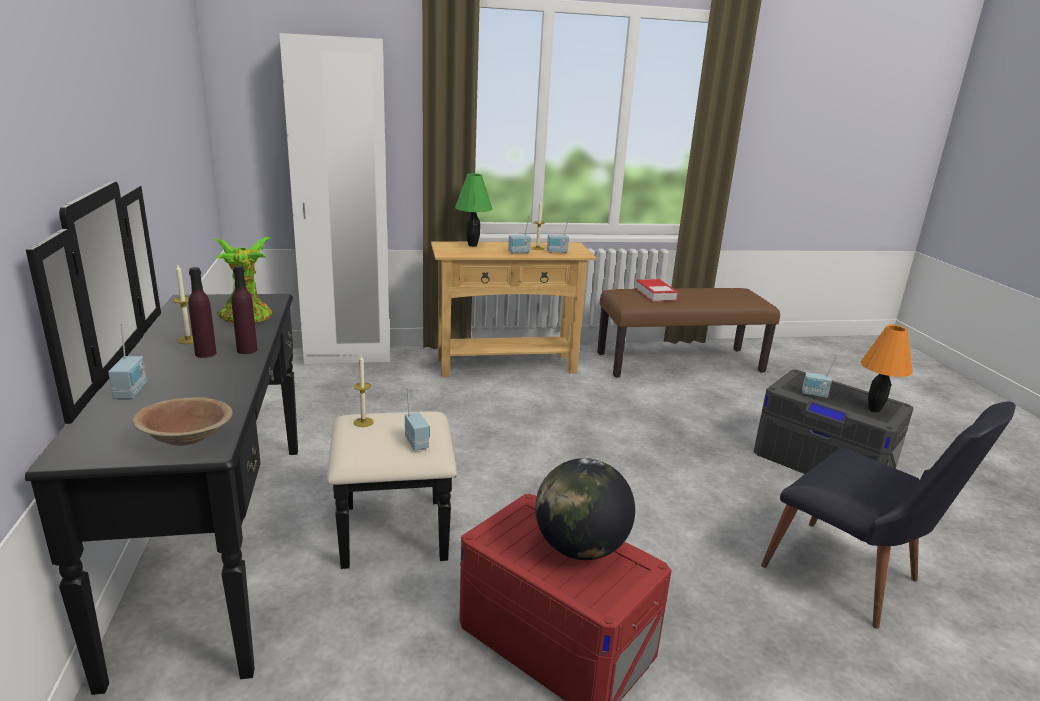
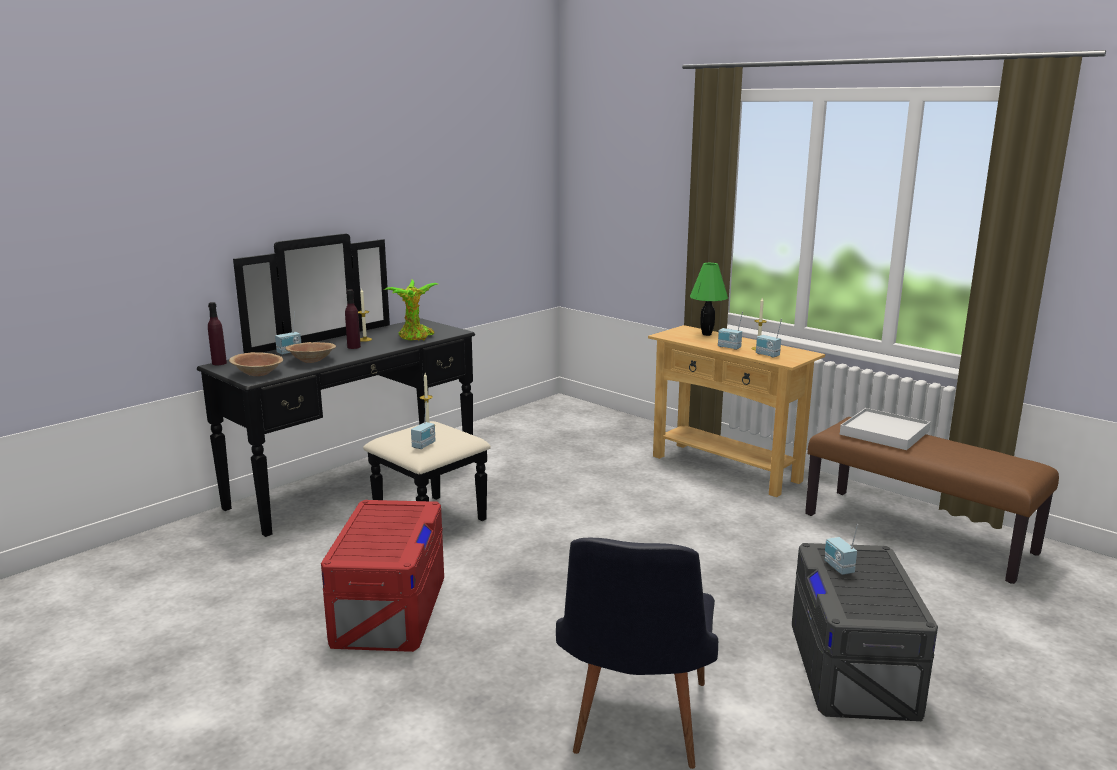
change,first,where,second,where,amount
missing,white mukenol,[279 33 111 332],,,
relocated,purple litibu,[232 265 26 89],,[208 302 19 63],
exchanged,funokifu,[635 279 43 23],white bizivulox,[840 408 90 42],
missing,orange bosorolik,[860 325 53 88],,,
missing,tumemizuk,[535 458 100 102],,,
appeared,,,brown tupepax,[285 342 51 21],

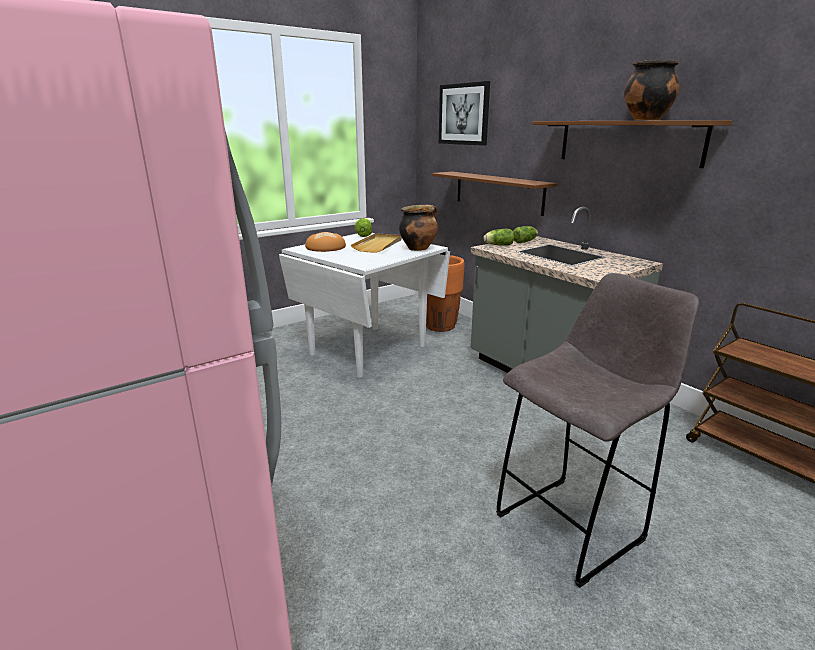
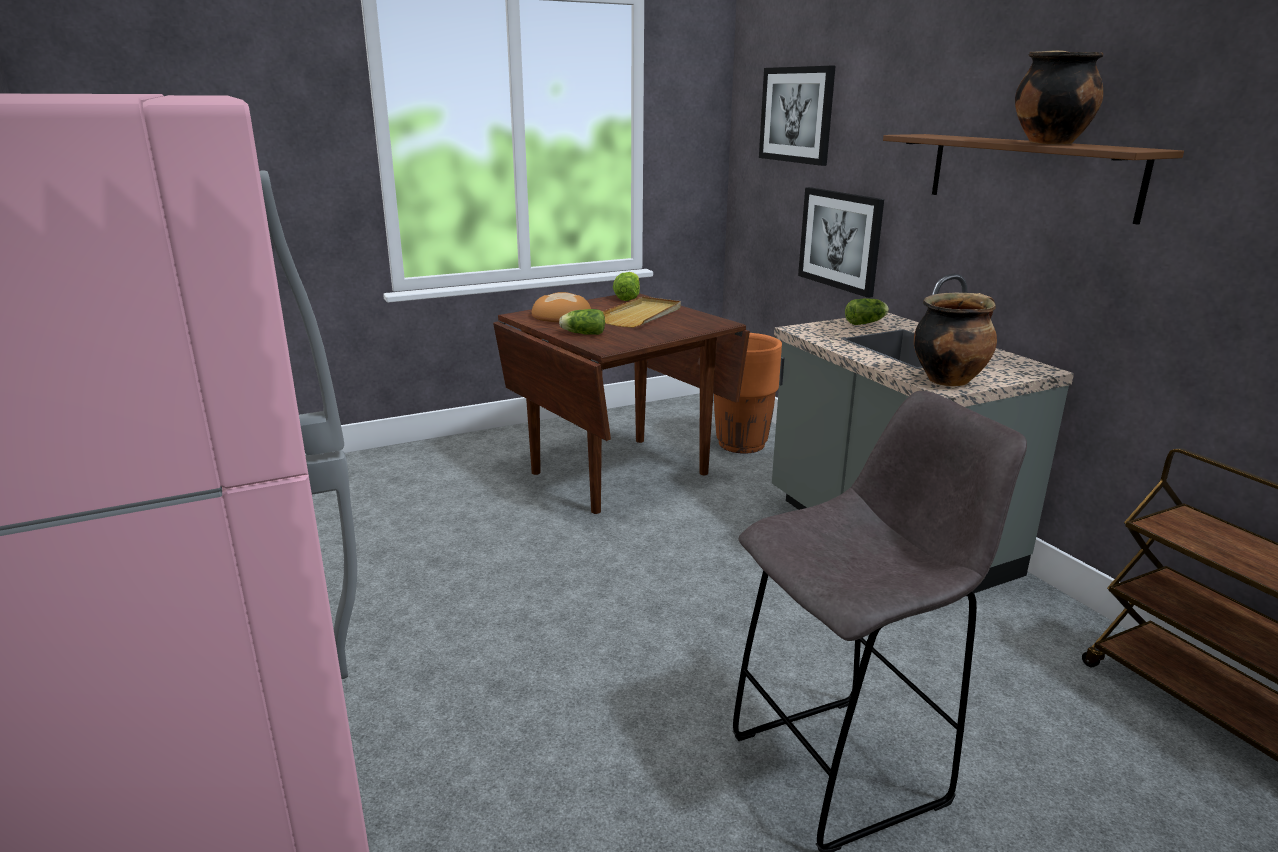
change,first,where,second,where,amount
exchanged,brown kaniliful,[432 172 125 44],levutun,[798 187 86 111],
relocated,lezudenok,[399 205 39 46],,[914 293 83 93],
relocated,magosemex,[484 229 30 17],,[559 309 46 26],
colour,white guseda,[279 233 171 145],brown guseda,[493 293 257 221],

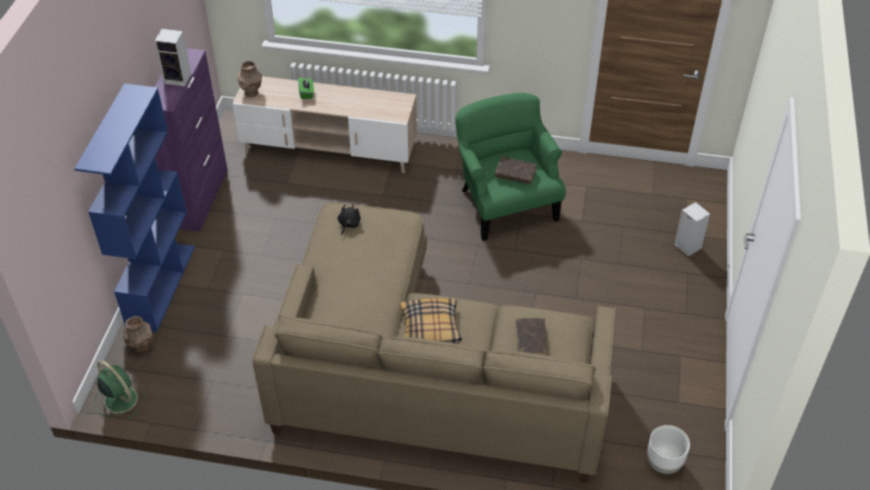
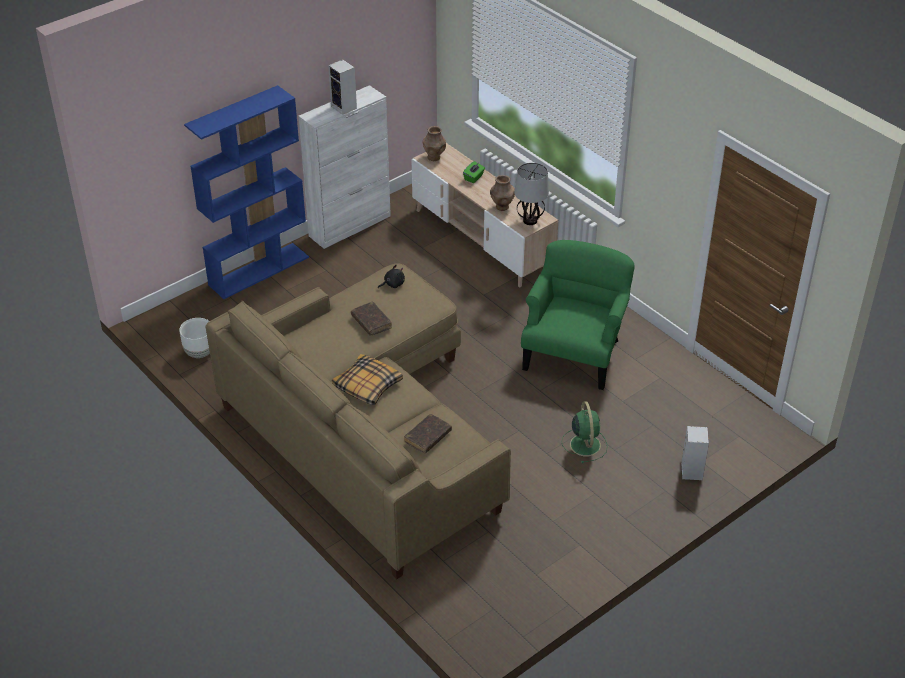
change,first,where,second,where,amount
colour,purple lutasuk,[155 48 73 184],white lutasuk,[298 85 93 164],
relocated,brown funokifu,[495 157 42 27],,[351 301 41 35],
relocated,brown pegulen,[123 316 30 37],,[490 175 25 36],
relocated,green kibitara,[94 360 51 60],,[562 401 46 62],
relocated,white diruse,[647 425 43 49],,[179 318 31 40],
appeared,,,bosorolik,[514 163 35 62],

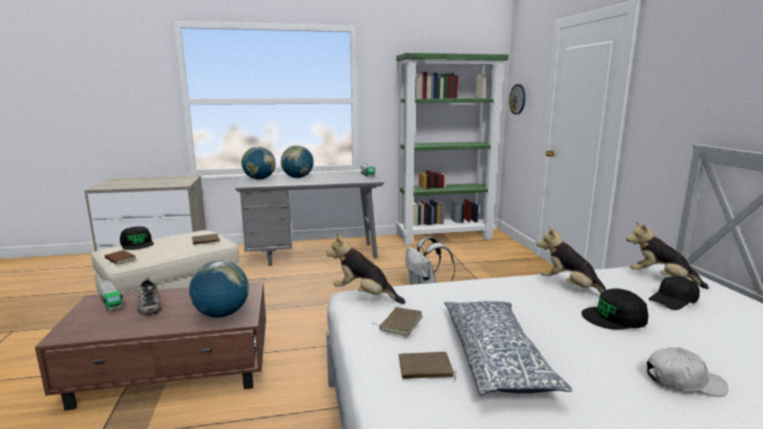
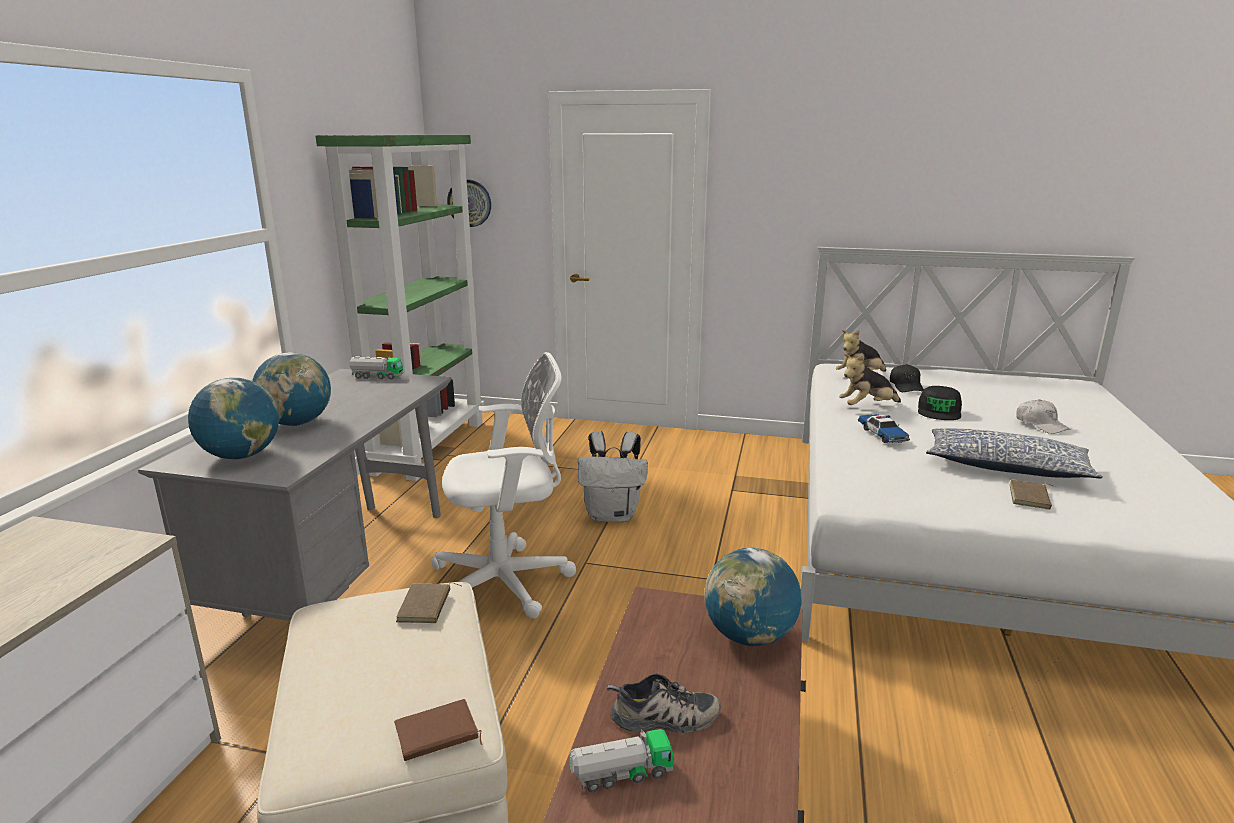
change,first,where,second,where,amount
missing,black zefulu,[120 226 34 24],,,
missing,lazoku,[326 233 79 71],,,
missing,brown funokifu,[372 307 51 29],,,
spun,white zefulu,[647 347 81 50],,[1016 399 54 35],120 degrees clockwise
appeared,,,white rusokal,[431 352 145 266],
appeared,,,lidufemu,[858 414 52 29],

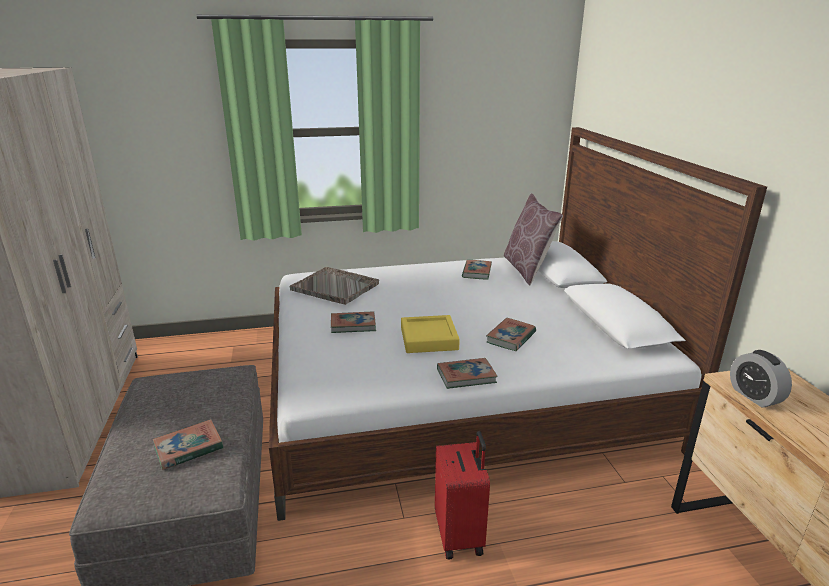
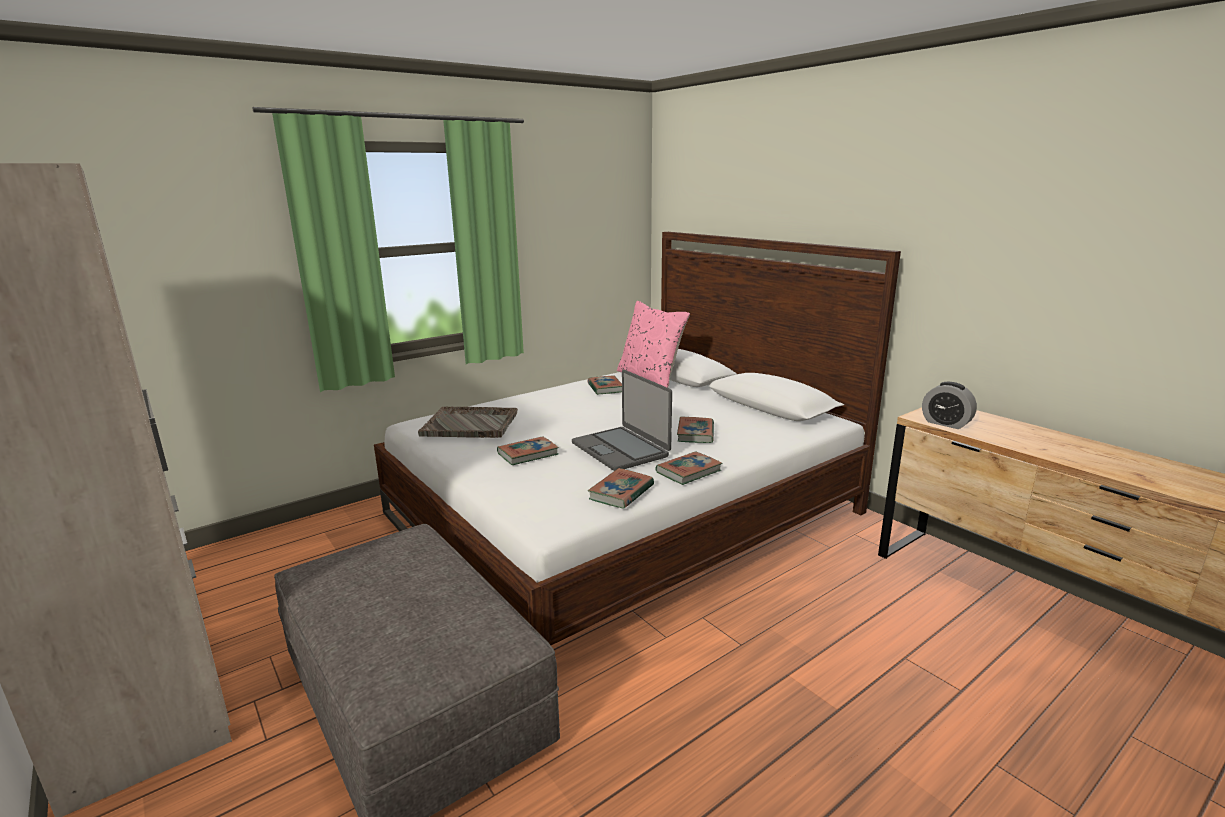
change,first,where,second,where,amount
colour,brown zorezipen,[504 193 59 92],pink zorezipen,[617 301 73 87],
exchanged,yellow bizivulox,[401 315 59 38],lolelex,[572 370 100 101],
relocated,funokifu,[153 419 70 51],,[588 468 66 41],
missing,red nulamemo,[435 431 55 129],,,

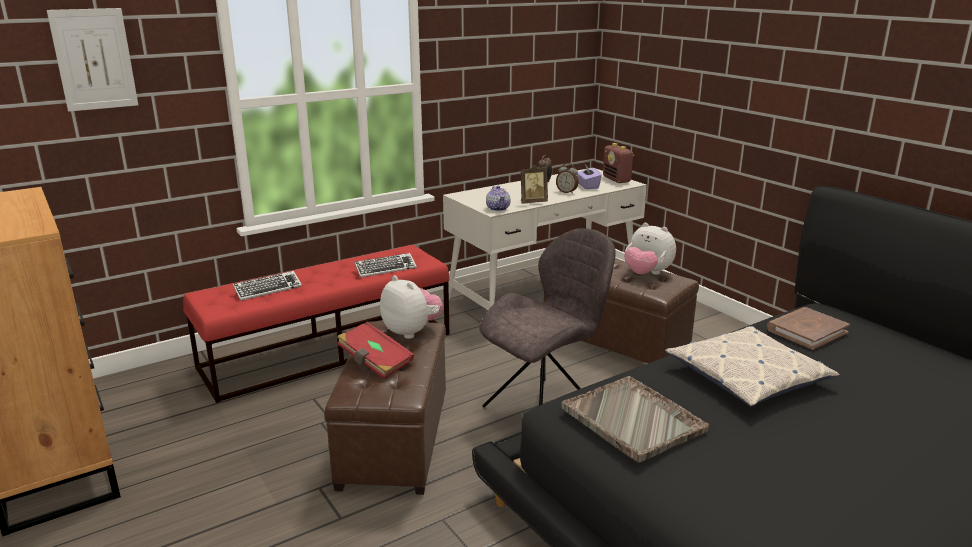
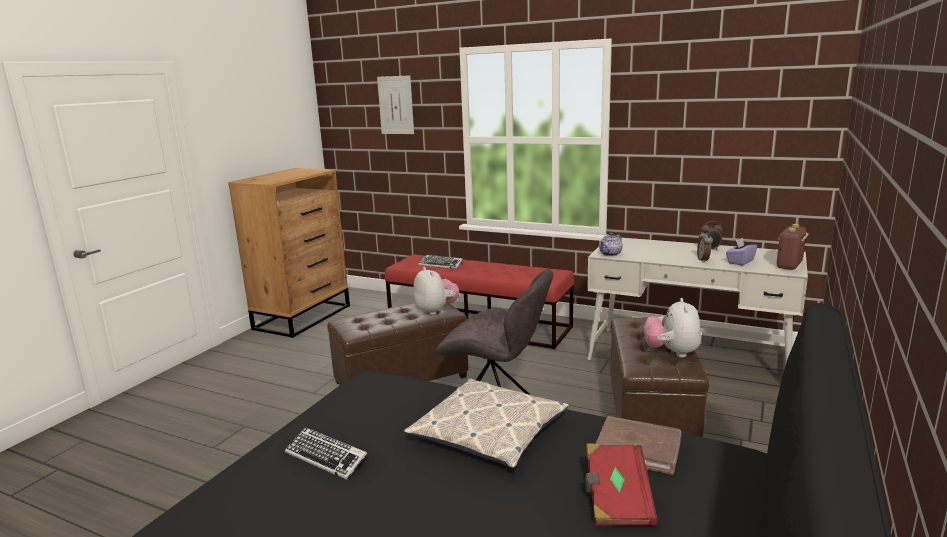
change,first,where,second,where,amount
missing,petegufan,[521 165 27 39],,,
relocated,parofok,[354 253 63 25],,[285 427 82 53],
spun,lazoku,[380 275 63 64],,[413 267 47 48],45 degrees counterclockwise
relocated,red funokifu,[337 321 77 58],,[585 443 73 83],
missing,grey bizivulox,[561 376 148 87],,,

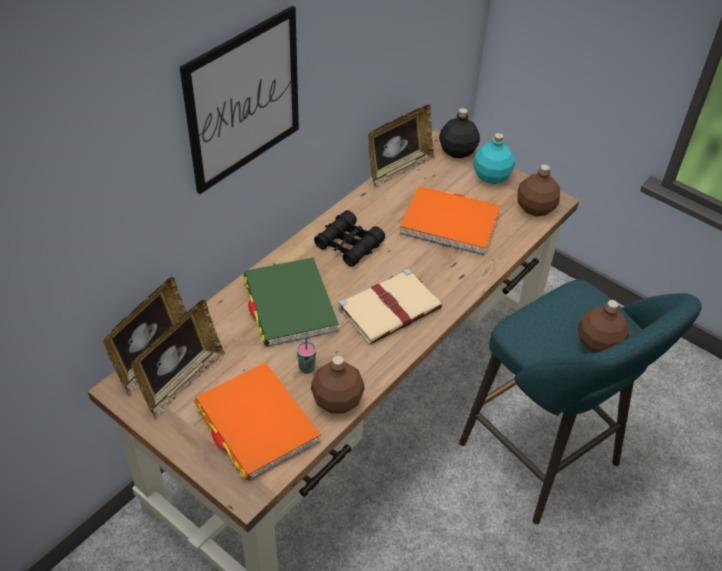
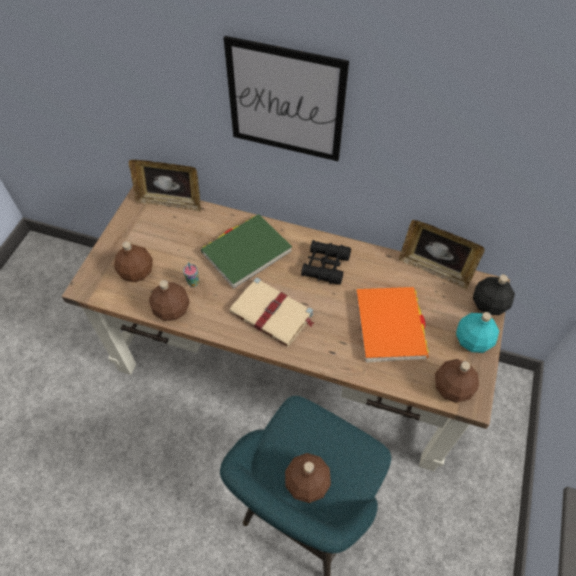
change,first,where,second,where,amount
missing,petegufan,[131 300 94 118],,,
exchanged,orange funokifu,[194 362 126 119],brown litibu,[114 241 39 41],

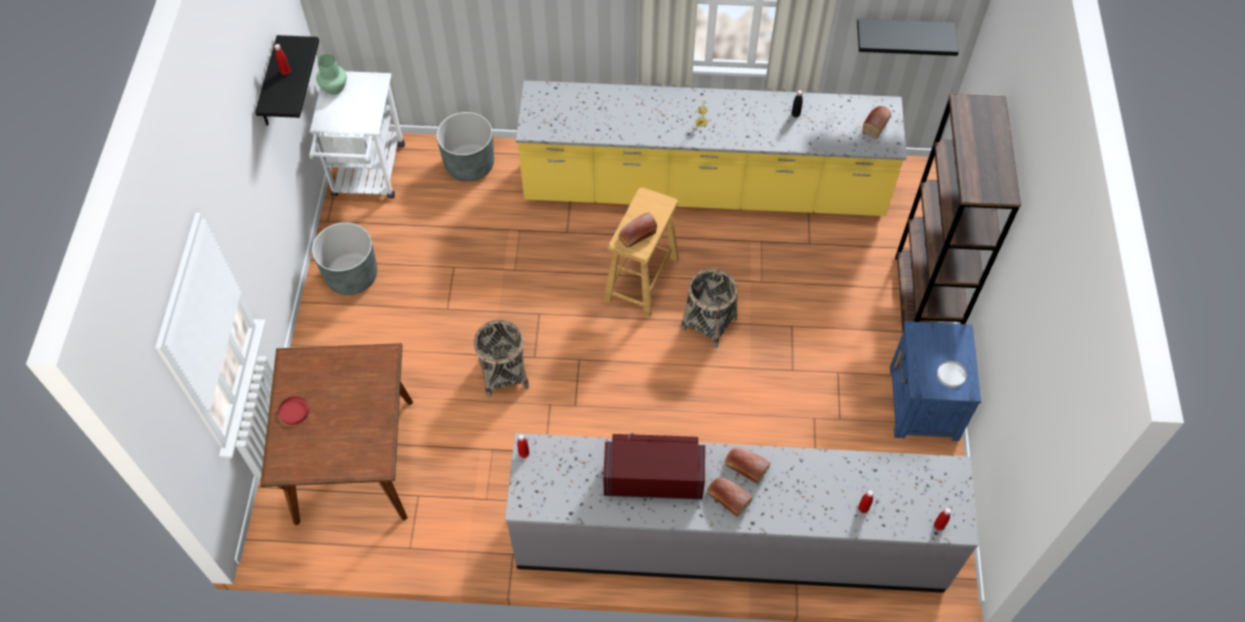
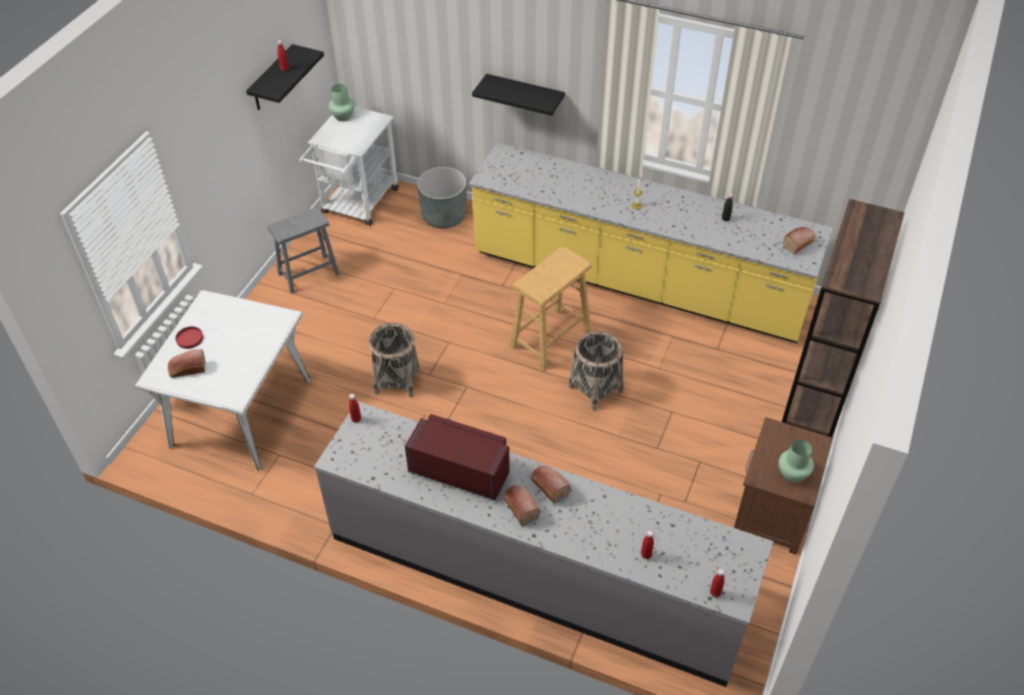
change,first,where,second,where,amount
relocated,black kaniliful,[857 18 102 38],,[472 74 93 42],
relocated,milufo,[619 212 38 36],,[168 349 37 29],
exchanged,grey diruse,[312 222 65 73],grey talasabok,[267 207 73 87],
colour,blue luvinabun,[890 321 91 120],brown luvinabun,[734 417 99 138],
colour,brown guseda,[260 343 153 182],white guseda,[134 290 177 181],
exchanged,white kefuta,[937 361 30 27],green pegulen,[779 440 35 43],

